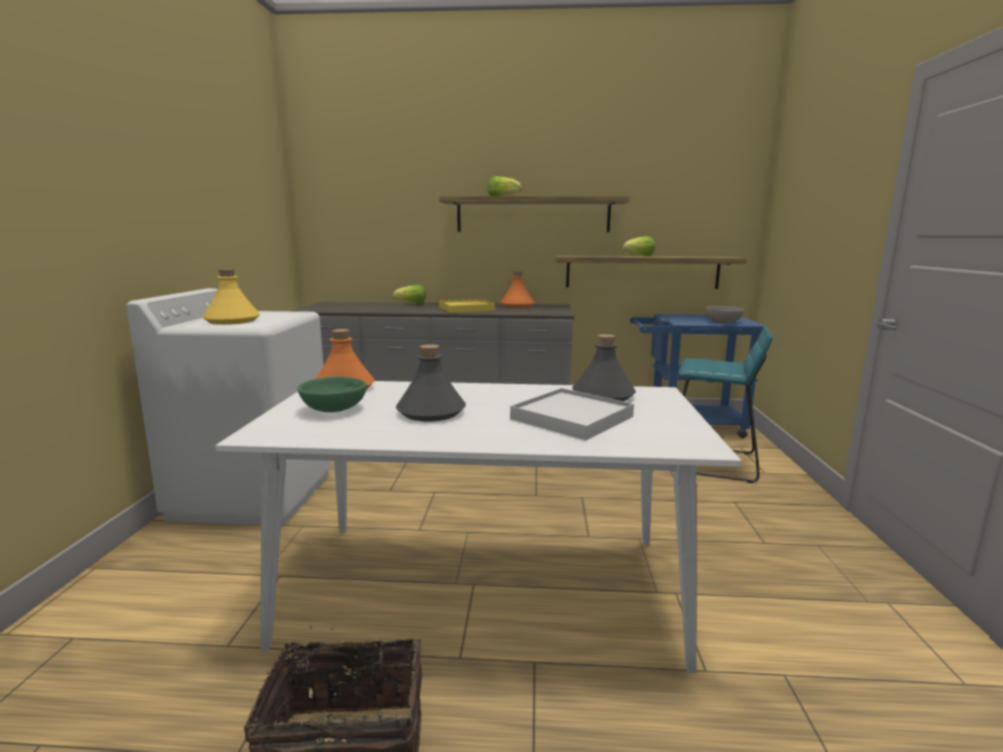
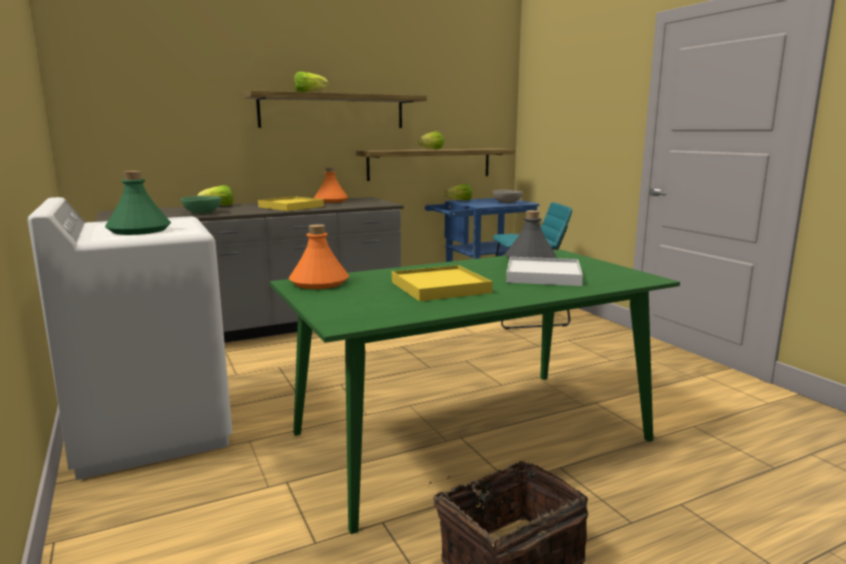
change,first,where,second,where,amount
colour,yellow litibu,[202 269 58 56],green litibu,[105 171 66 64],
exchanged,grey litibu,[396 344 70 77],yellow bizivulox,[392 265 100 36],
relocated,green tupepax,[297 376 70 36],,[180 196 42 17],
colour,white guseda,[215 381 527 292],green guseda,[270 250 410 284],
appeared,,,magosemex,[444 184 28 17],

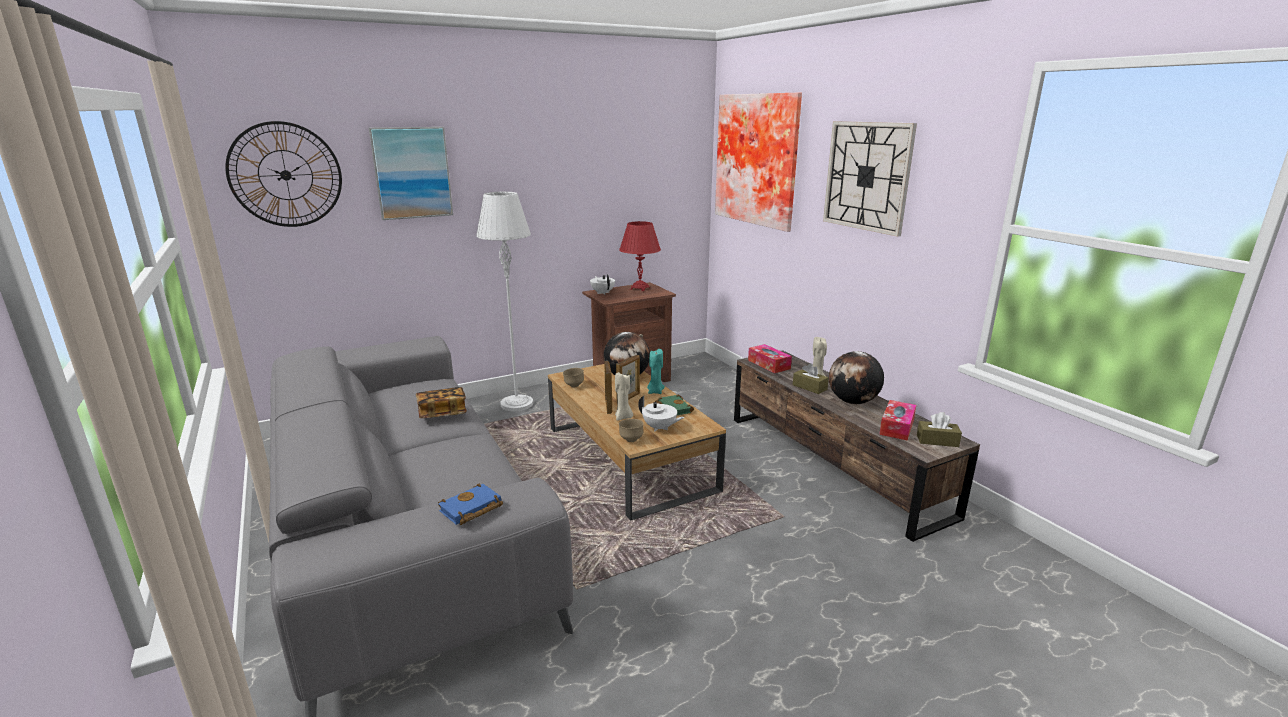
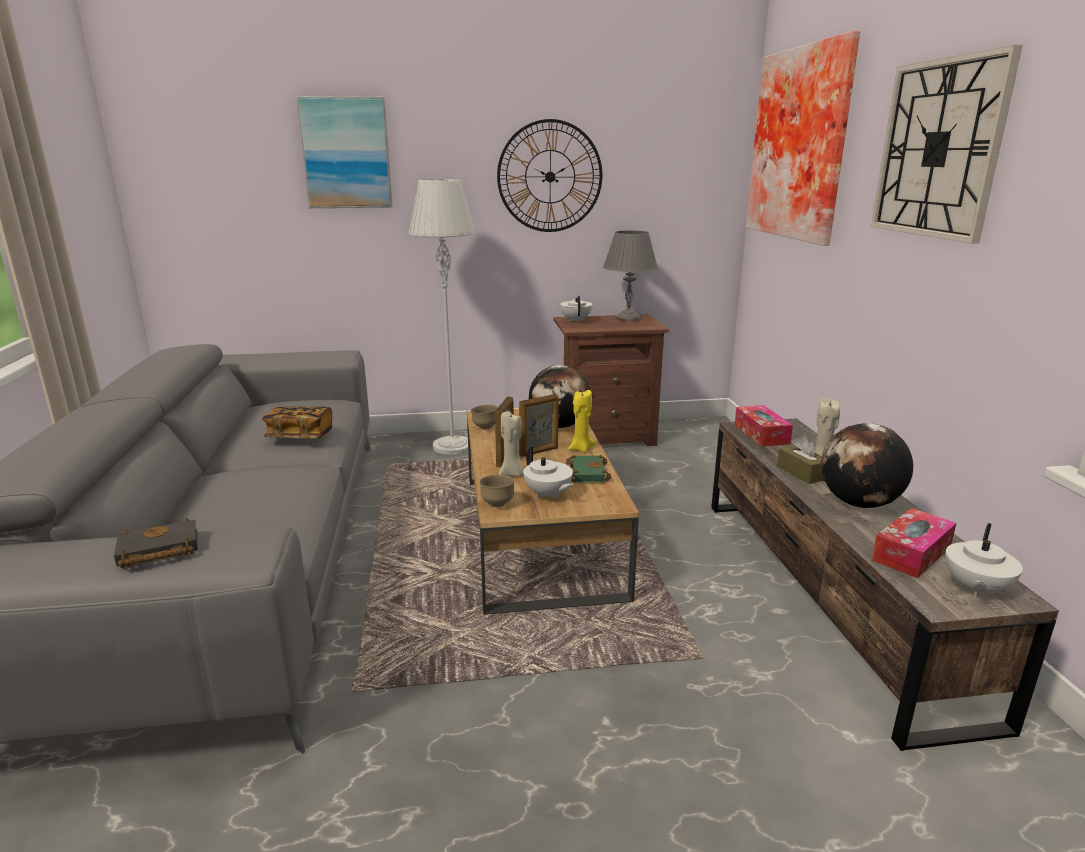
change,first,where,second,where,amount
relocated,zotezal,[225 121 117 106],,[497 119 105 113],
colour,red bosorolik,[619 221 42 70],grey bosorolik,[603 231 55 92],
colour,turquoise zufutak,[647 349 18 45],yellow zufutak,[568 390 28 62],
exchanged,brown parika,[917 412 45 35],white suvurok,[945 523 78 75],
colour,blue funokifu,[438 484 65 41],black funokifu,[114 518 84 50],

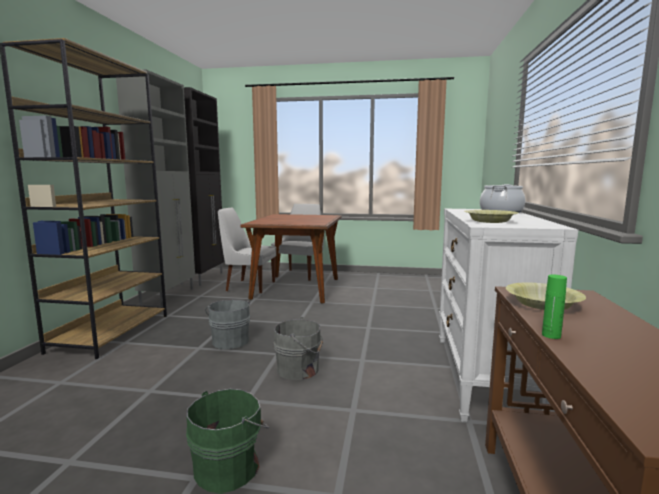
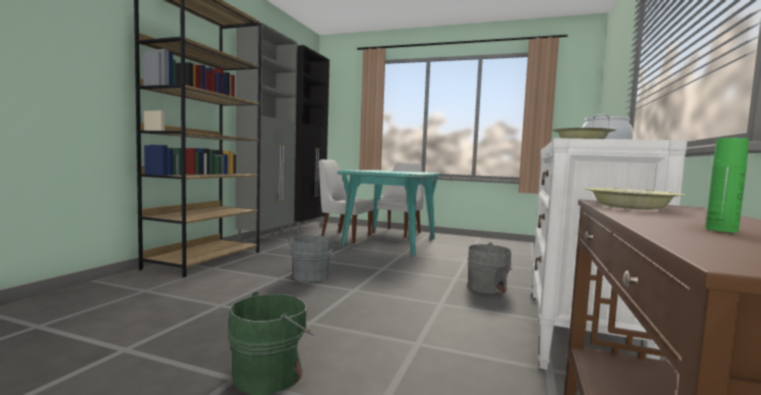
change,first,where,second,where,amount
colour,brown guseda,[241 214 100 89],turquoise guseda,[337 170 105 86],
relocated,green litibu,[542 275 25 64],,[706 138 43 95],
relocated,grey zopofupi,[273 317 50 63],,[468 243 44 51],

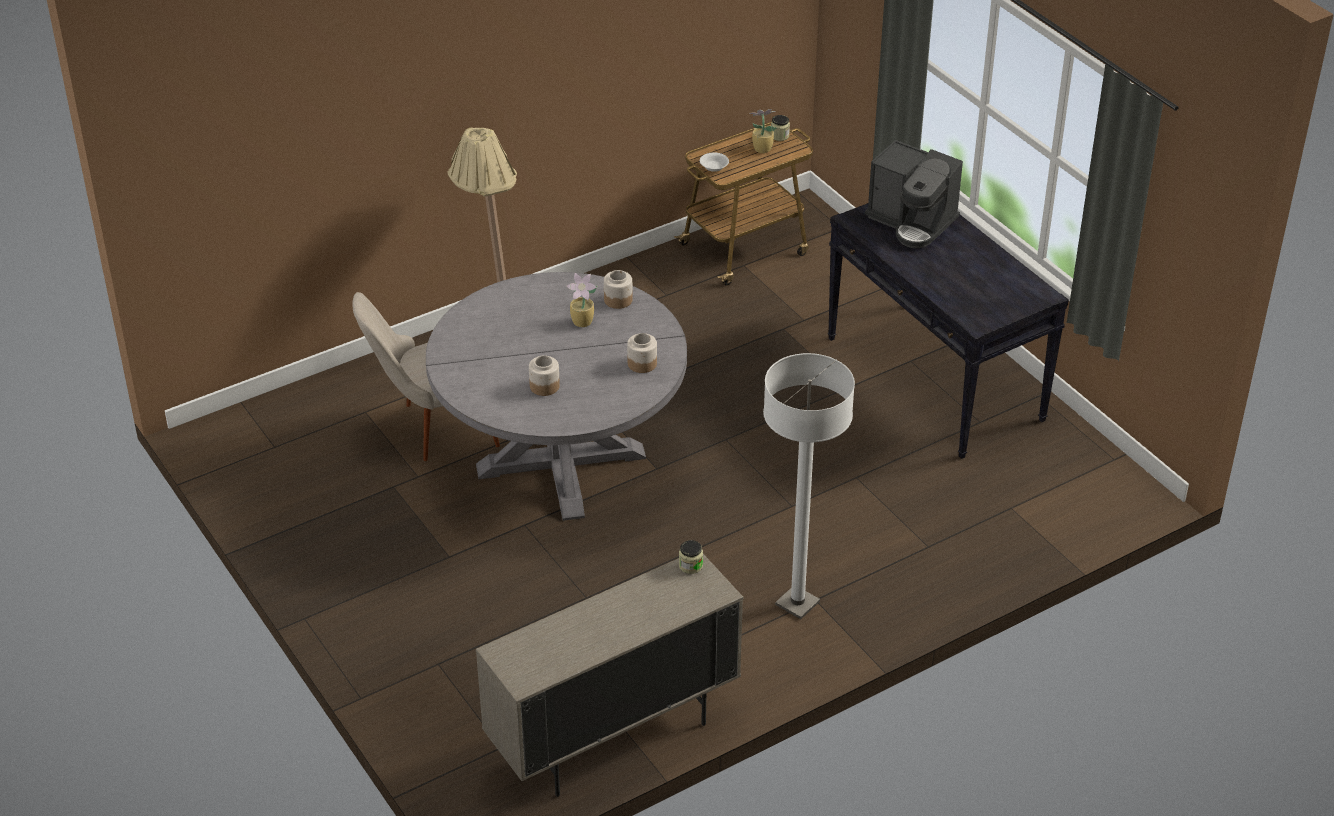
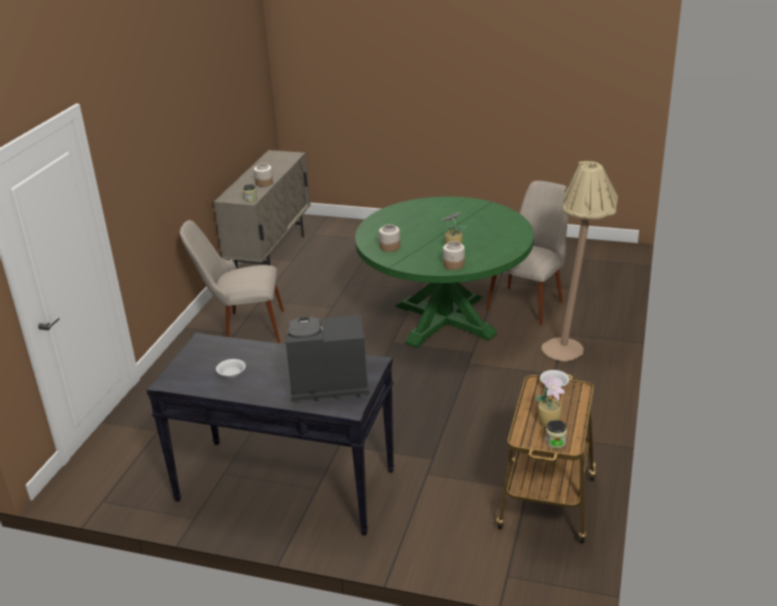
change,first,where,second,where,amount
colour,grey guseda,[426 272 261 249],green guseda,[355 196 179 152],
exchanged,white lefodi,[763 353 92 266],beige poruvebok,[180 220 104 123],
relocated,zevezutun,[529 355 31 41],,[254 164 19 23],
appeared,,,white tupepax,[216 359 30 19],

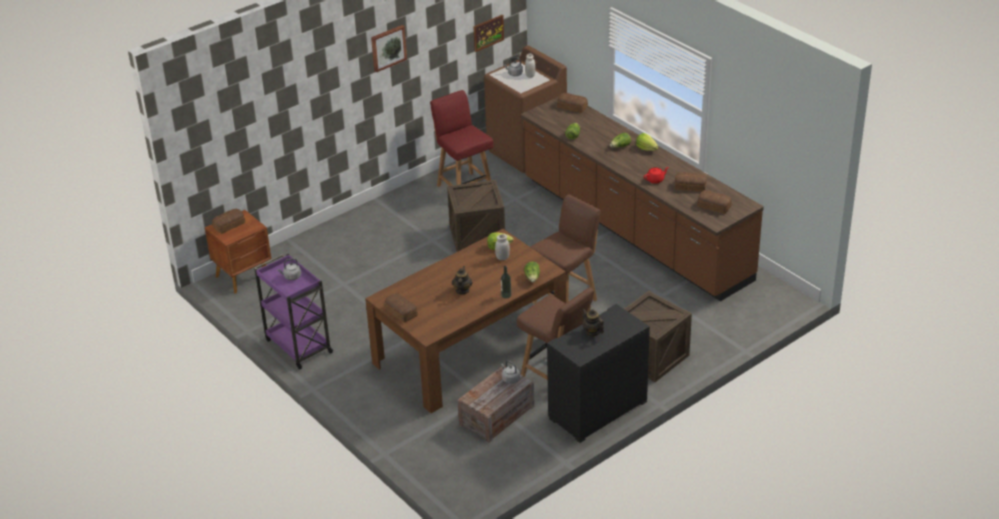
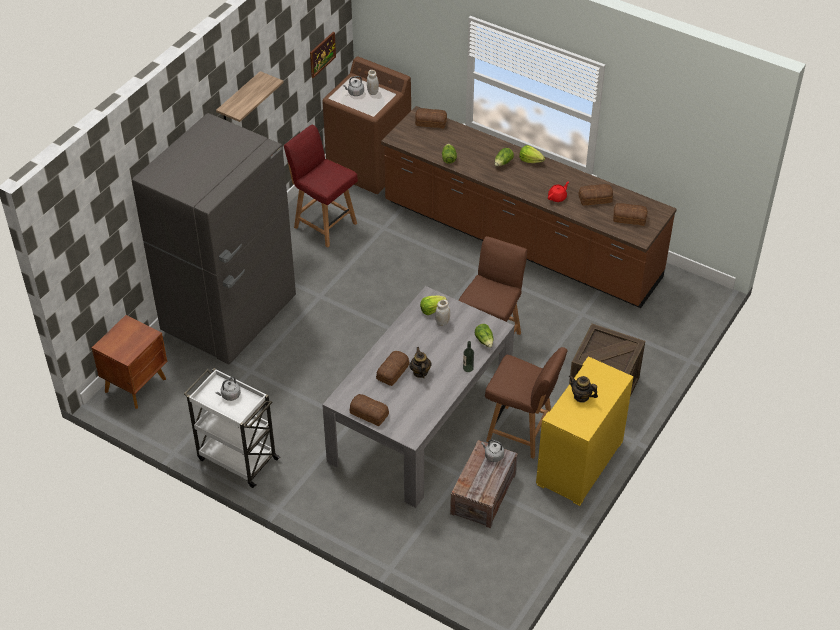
change,first,where,second,where,amount
exchanged,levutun,[371 25 36 48],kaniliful,[216 71 68 51],
missing,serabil,[447 180 58 72],,,
relocated,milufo,[212 209 34 25],,[376 351 33 35],
colour,brown guseda,[365 229 201 184],grey guseda,[322 286 192 222],
colour,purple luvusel,[254 254 80 116],white luvusel,[184 368 96 120],
colour,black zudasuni,[547 304 103 139],yellow zudasuni,[536 357 97 149],
appeared,,,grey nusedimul,[132 113 164 251],

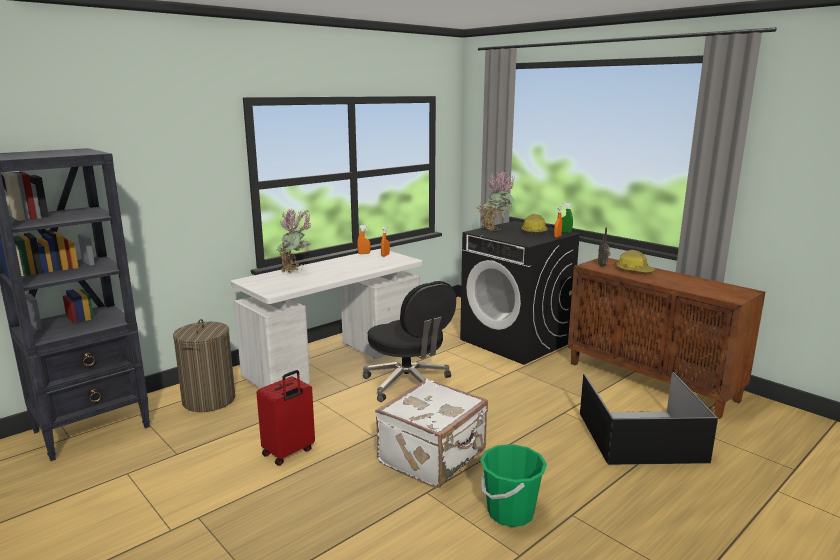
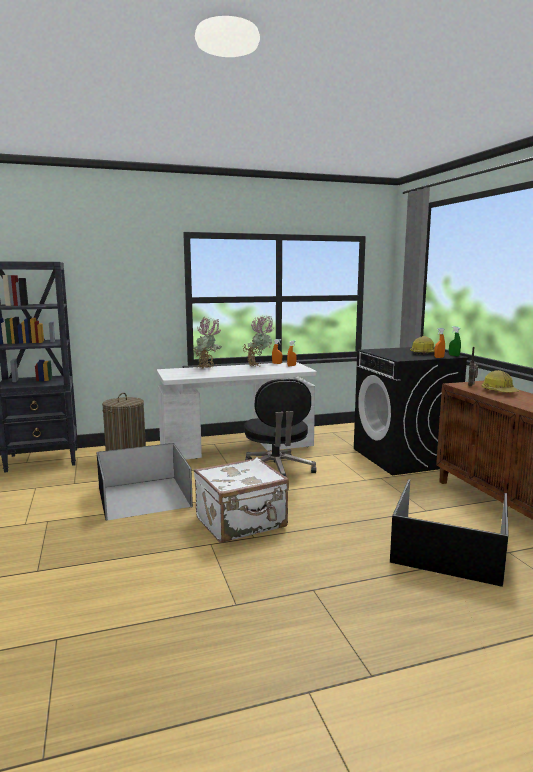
change,first,where,second,where,amount
relocated,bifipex,[477 171 37 61],,[243 316 30 51],
exchanged,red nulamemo,[257 370 58 96],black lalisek,[97 443 96 78],
missing,green zopofupi,[480 444 67 83],,,

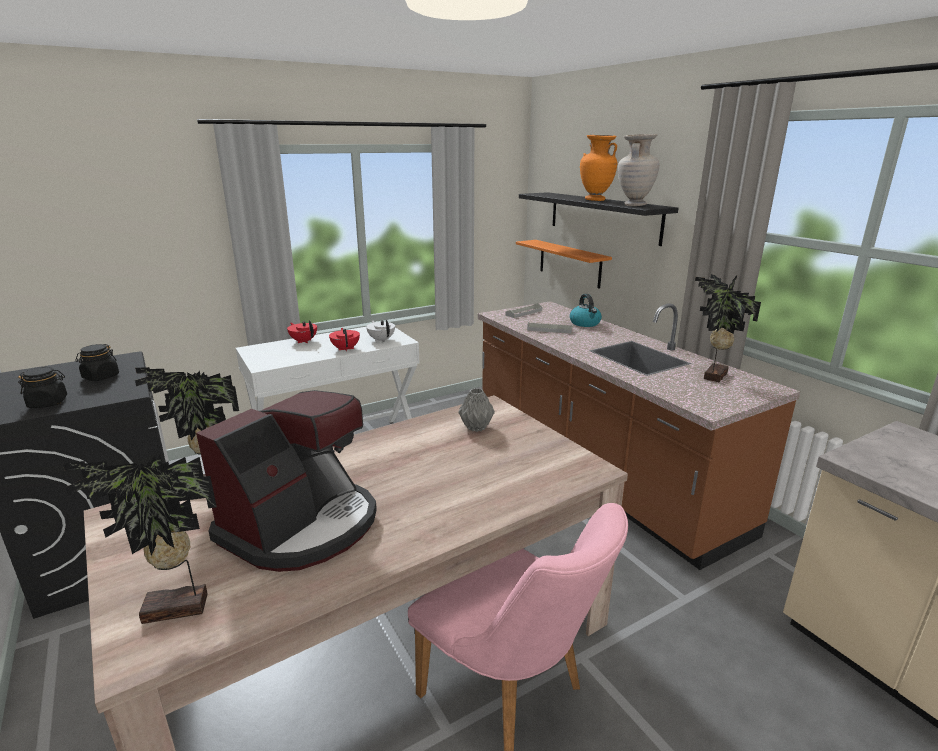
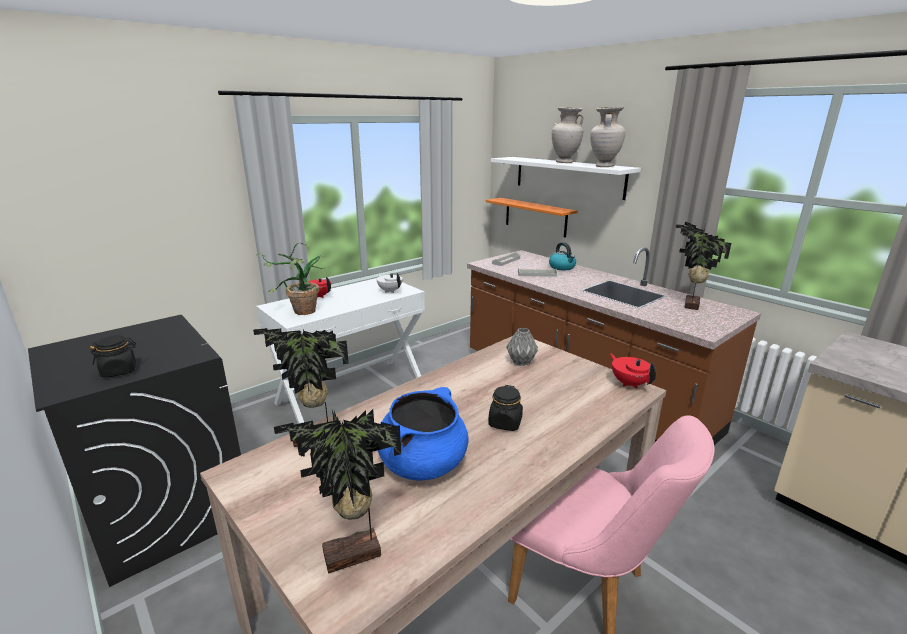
change,first,where,second,where,amount
colour,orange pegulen,[580 135 37 66],beige pegulen,[552 107 32 56],
colour,black kaniliful,[519 192 159 54],white kaniliful,[491 157 150 43],
relocated,red suvurok,[329 328 31 24],,[610 353 46 35],
relocated,black zevezutun,[75 344 44 37],,[488 385 35 46],
exchanged,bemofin,[196 390 181 182],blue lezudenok,[378 387 90 93],
appeared,,,bifipex,[257 243 70 72],

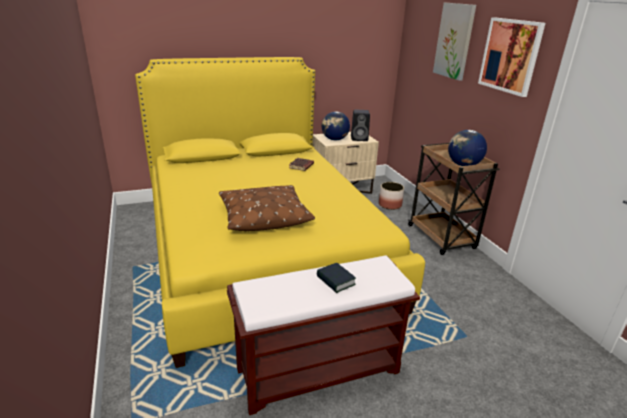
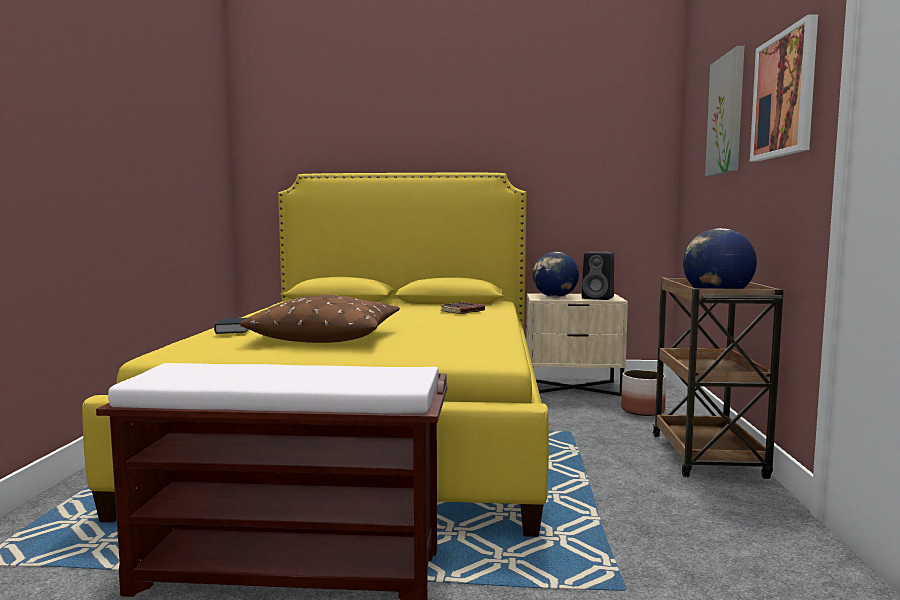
change,first,where,second,where,amount
relocated,funokifu,[317 263 39 30],,[214 318 35 16],

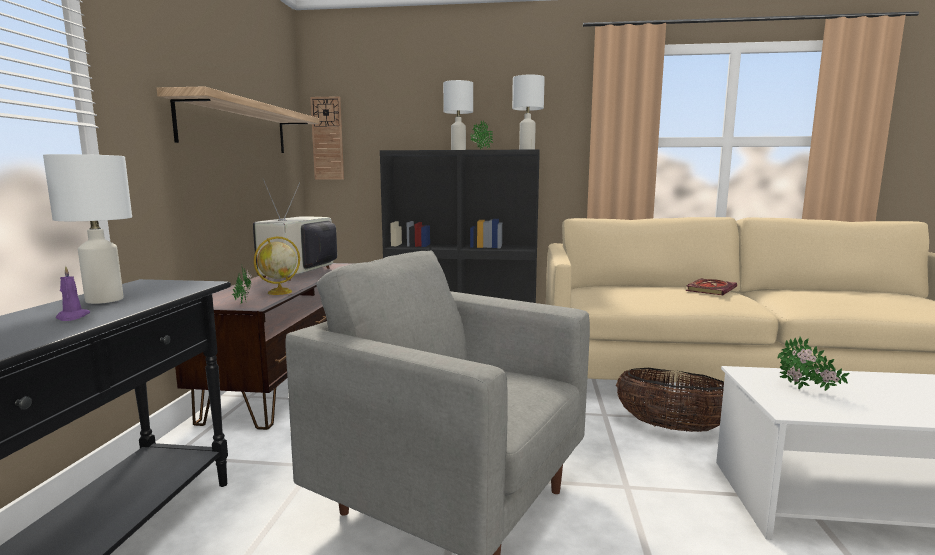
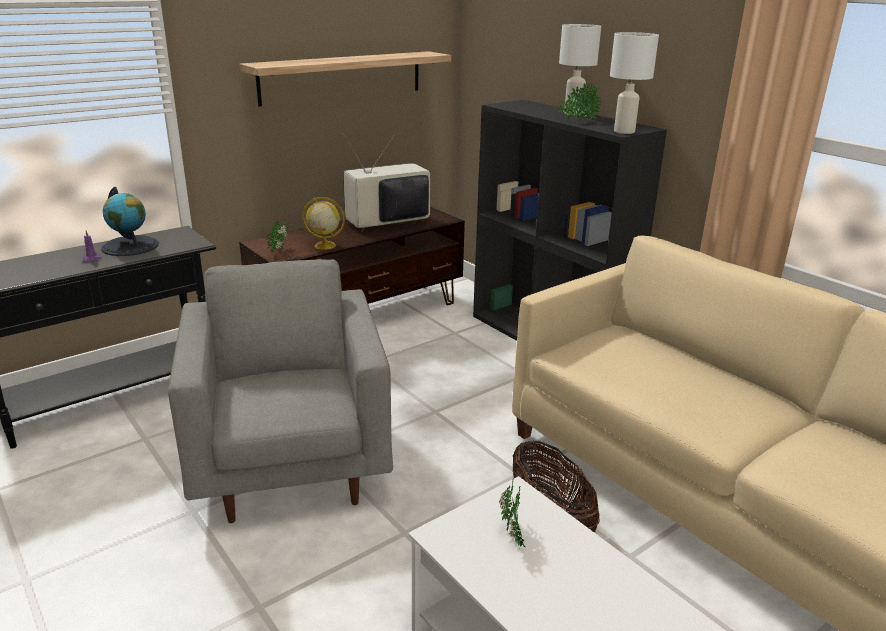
change,first,where,second,where,amount
missing,zotezal,[310 96 34 84],,,
exchanged,white bosorolik,[43 154 89 150],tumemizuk,[101 187 58 69],
missing,funokifu,[686 279 51 16],,,

